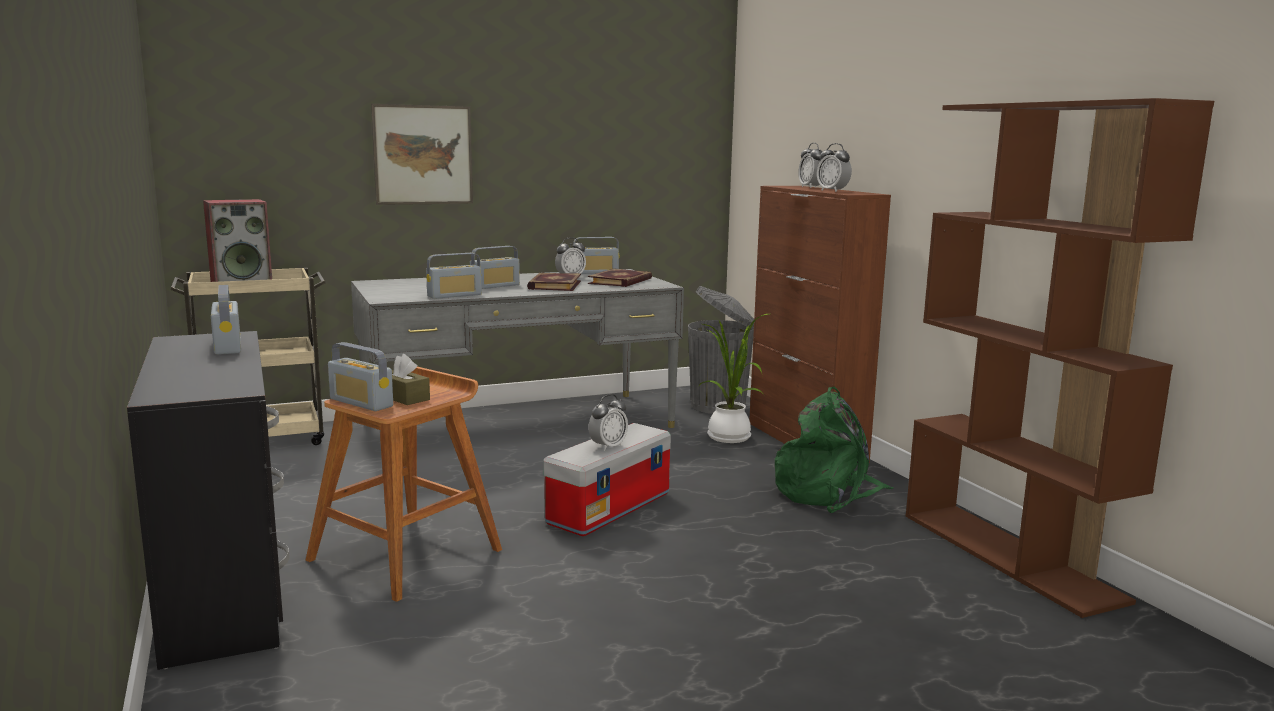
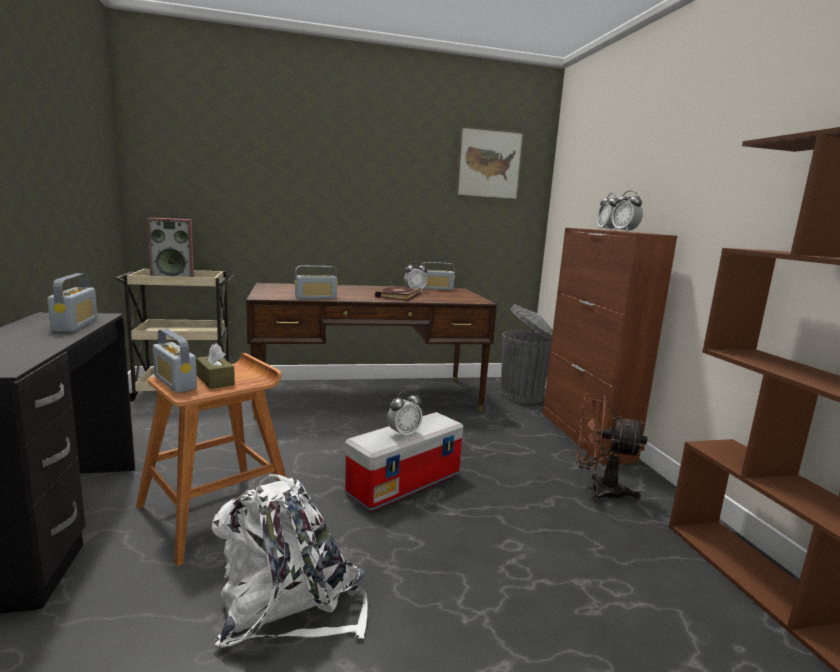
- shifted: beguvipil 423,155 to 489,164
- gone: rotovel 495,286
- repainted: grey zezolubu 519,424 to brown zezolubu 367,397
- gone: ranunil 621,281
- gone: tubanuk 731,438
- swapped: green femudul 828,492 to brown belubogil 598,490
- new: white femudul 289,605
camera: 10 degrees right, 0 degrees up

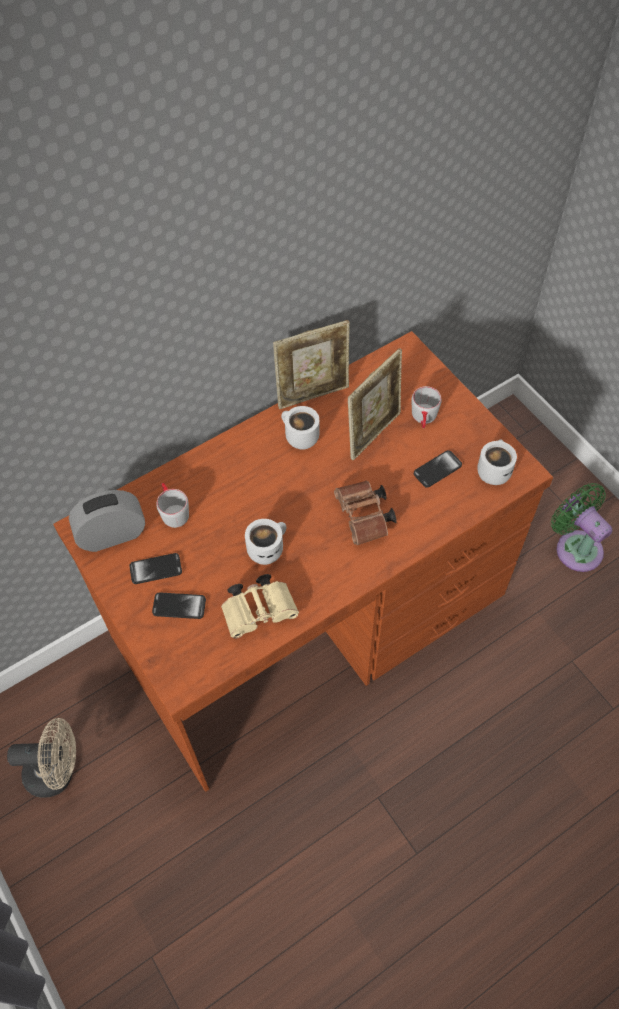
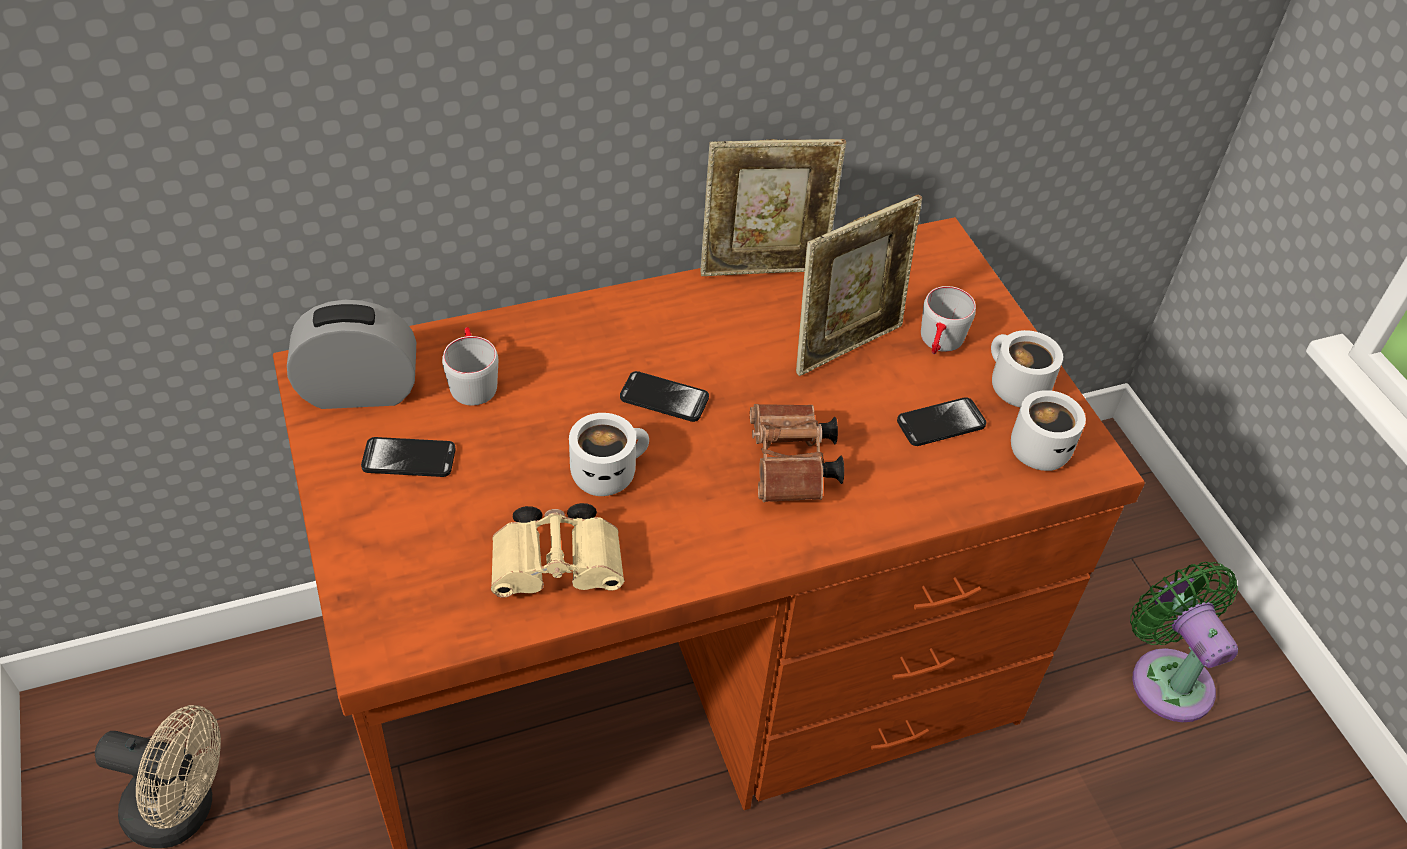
- shifted: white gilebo 299,437 to 1013,387
- shifted: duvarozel 179,606 to 664,398
camera: 10 degrees right, 10 degrees down

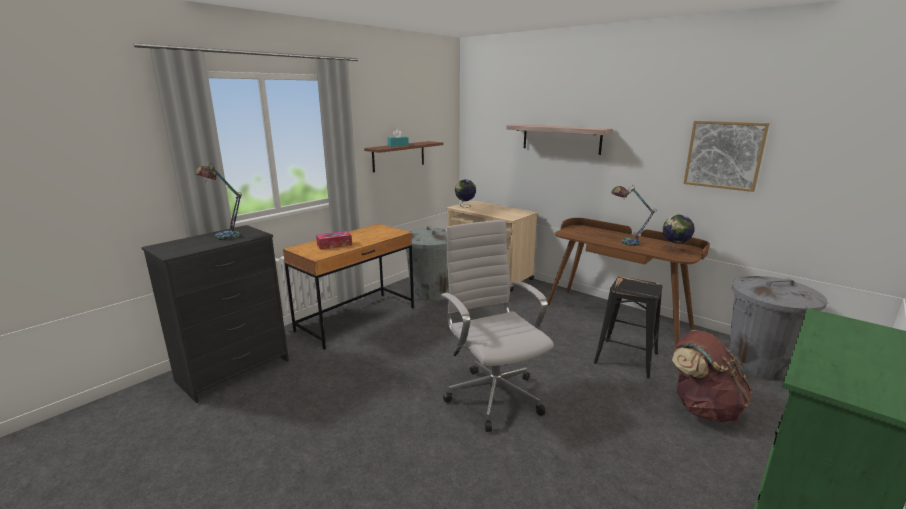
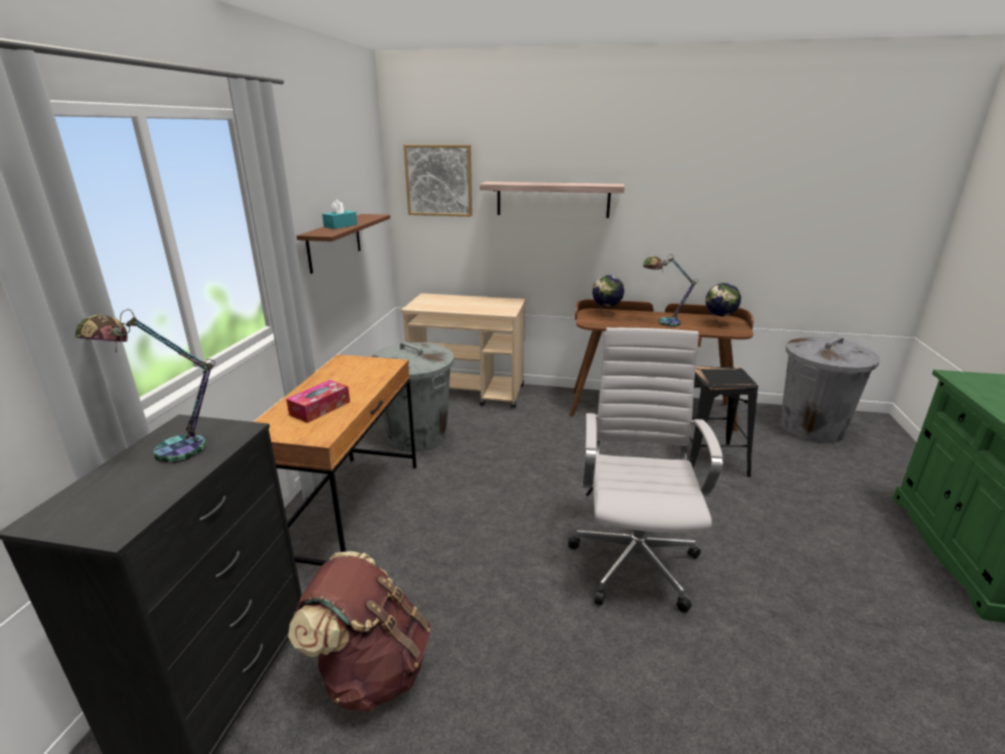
- shifted: beguvipil 724,155 to 439,180
- shifted: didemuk 465,206 to 606,314
- rotated: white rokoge 492,395 = 634,560 60 degrees clockwise
- shifted: brown femudul 702,408 to 371,670
camera: 30 degrees left, 5 degrees up

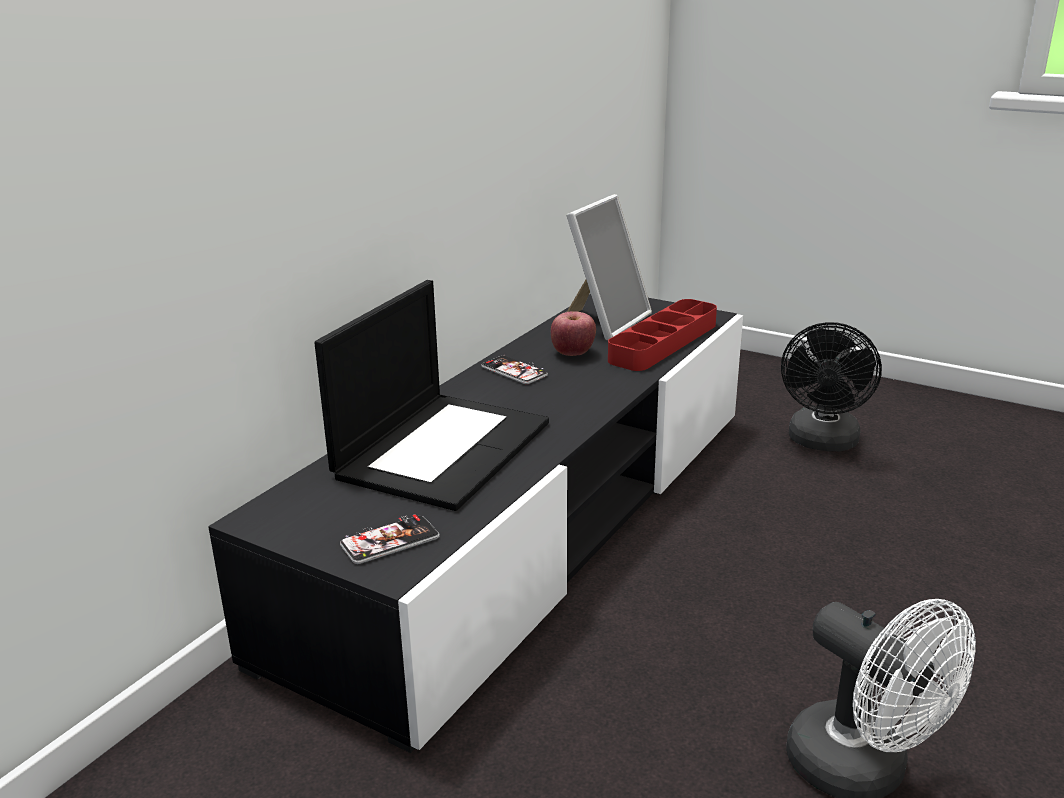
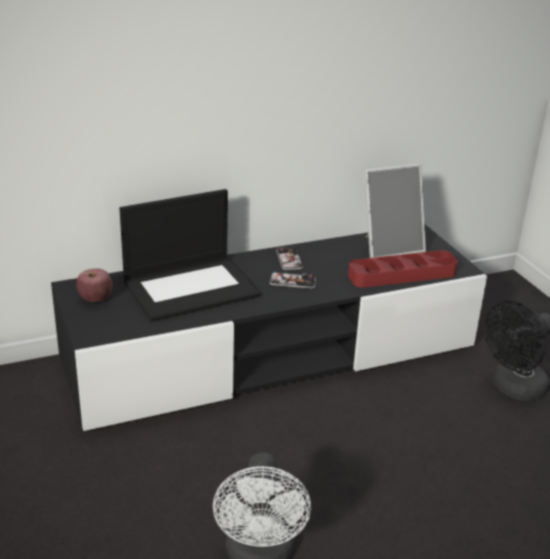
- shifted: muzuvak 573,353 to 96,299
- shifted: duvarozel 390,541 to 292,281
camera: 35 degrees right, 5 degrees up

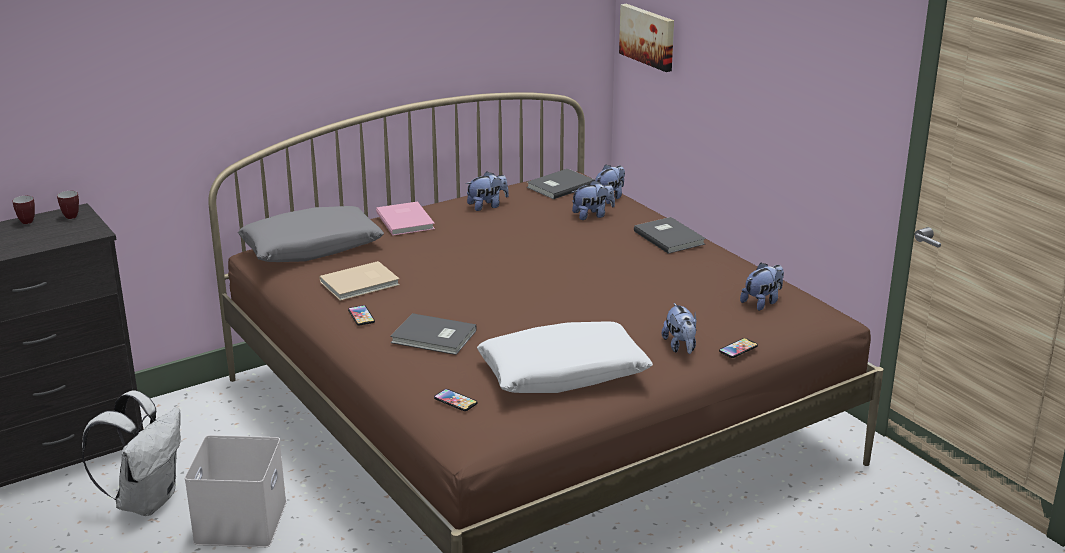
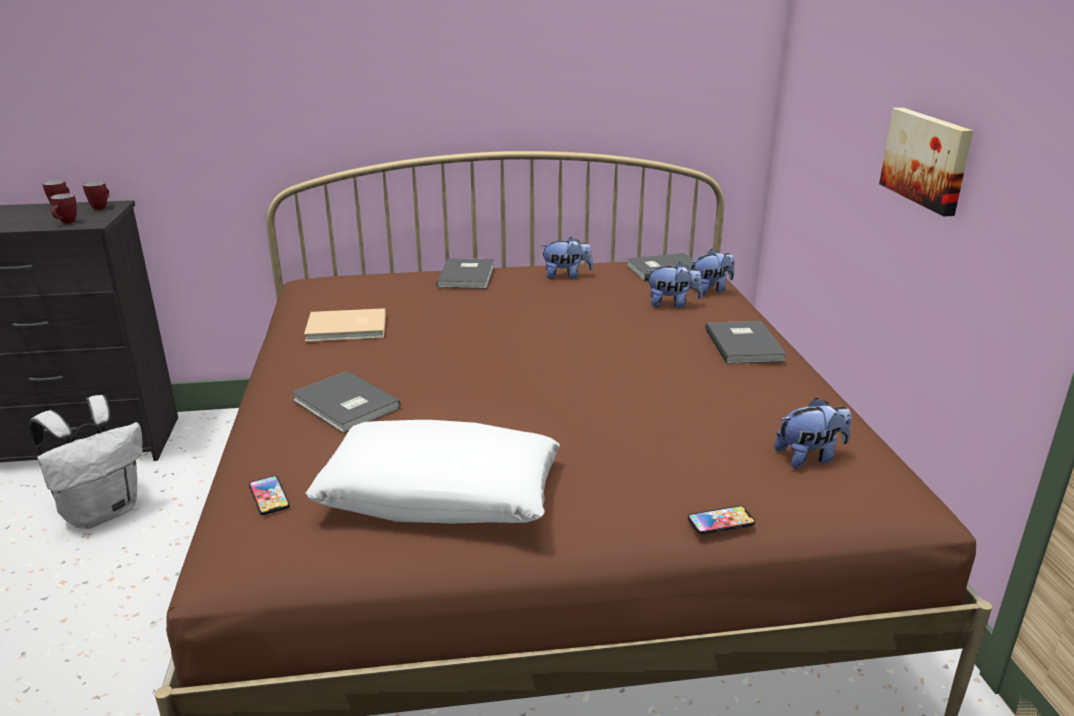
- shifted: beguvipil 648,36 to 927,159
- repainted: pink ranunil 406,220 to grey ranunil 468,275
- gone: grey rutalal 312,248
- gone: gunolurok 680,347
- gone: duvarozel 361,316
- gone: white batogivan 239,521
- new: gilebo 67,223
camera: 25 degrees right, 0 degrees up

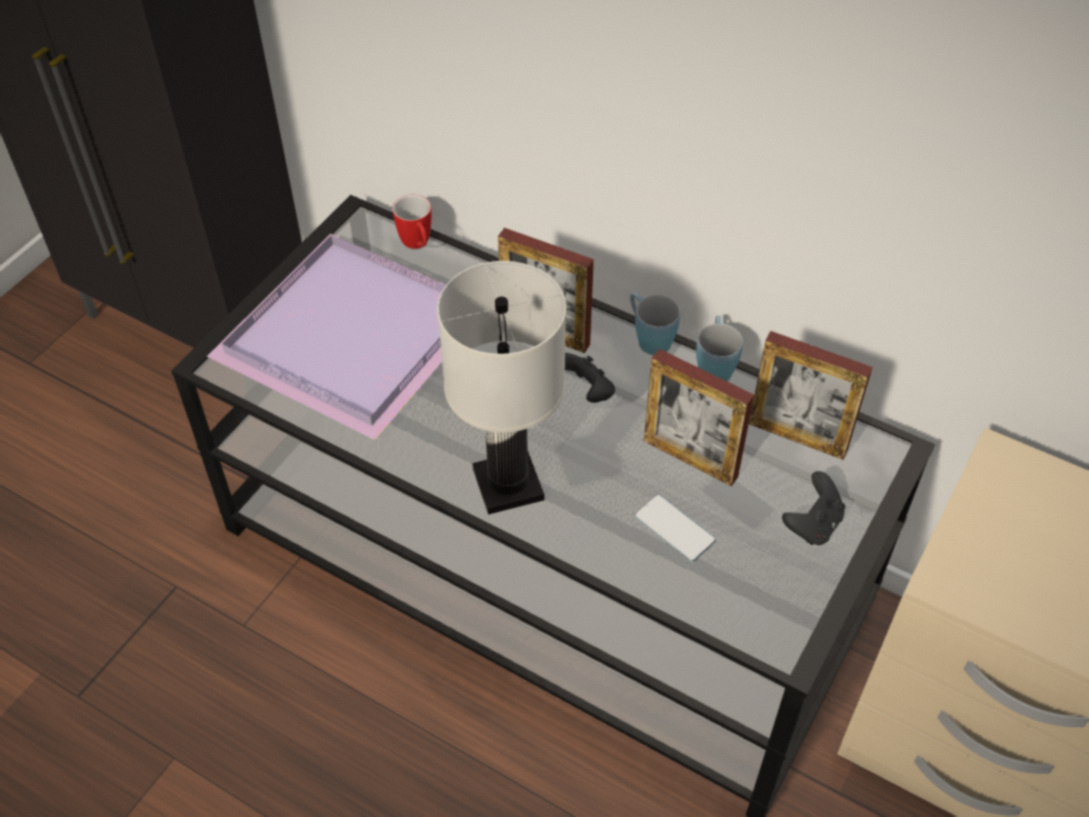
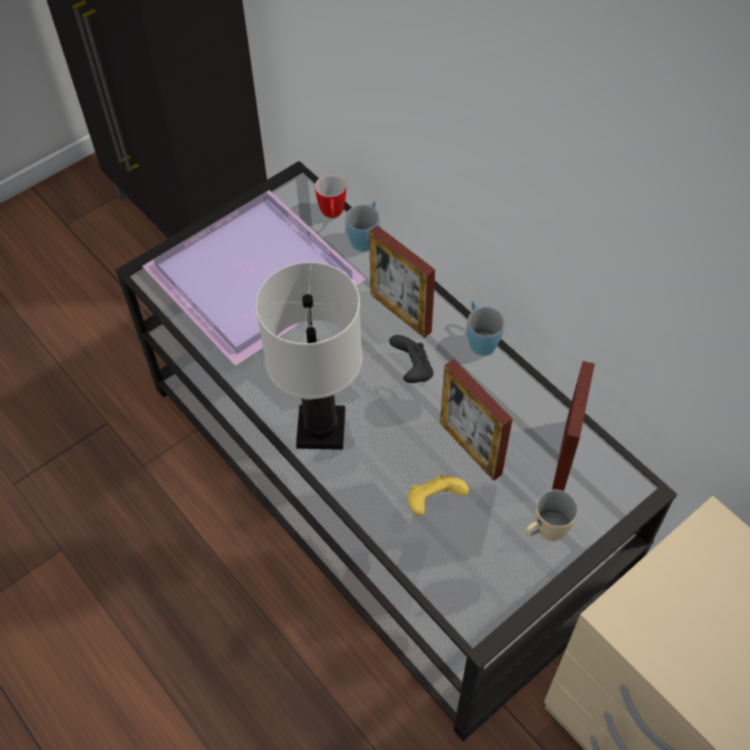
- shifted: blue gilebo 714,365 to 365,237
- rotated: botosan 797,437 = 565,455 120 degrees counterclockwise
- swapped: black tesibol 812,524 to beige gilebo 545,531
- swapped: duvarozel 674,528 to yellow tesibol 434,502
camera: 20 degrees right, 5 degrees up

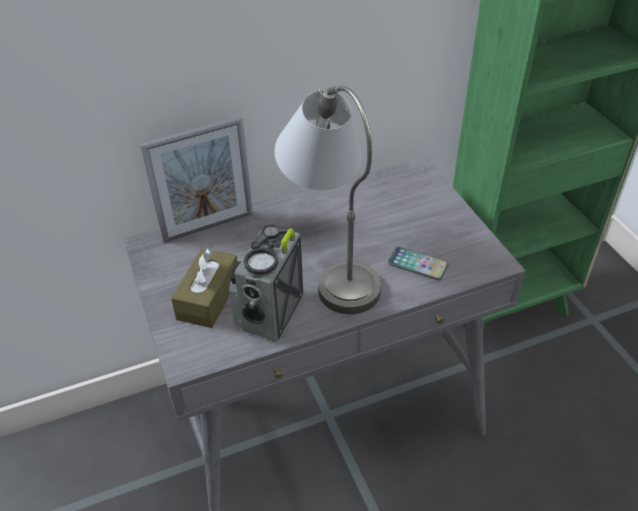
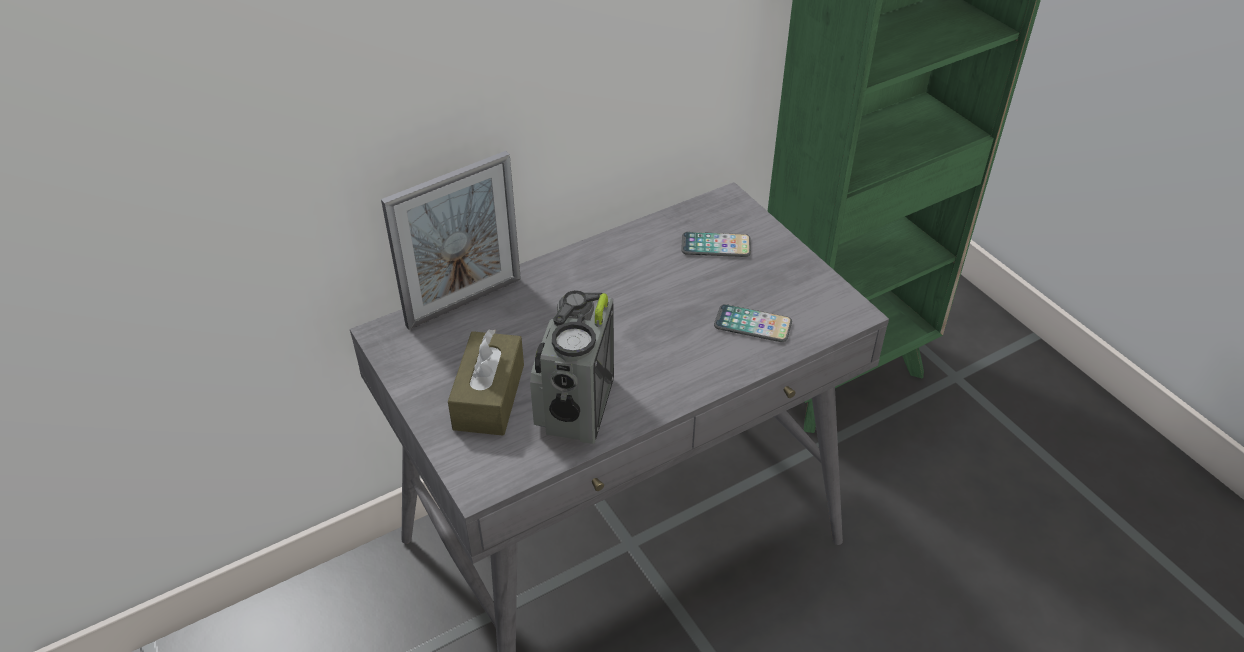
- gone: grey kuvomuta 332,262
- new: duvarozel 716,246
camera: 10 degrees left, 0 degrees up

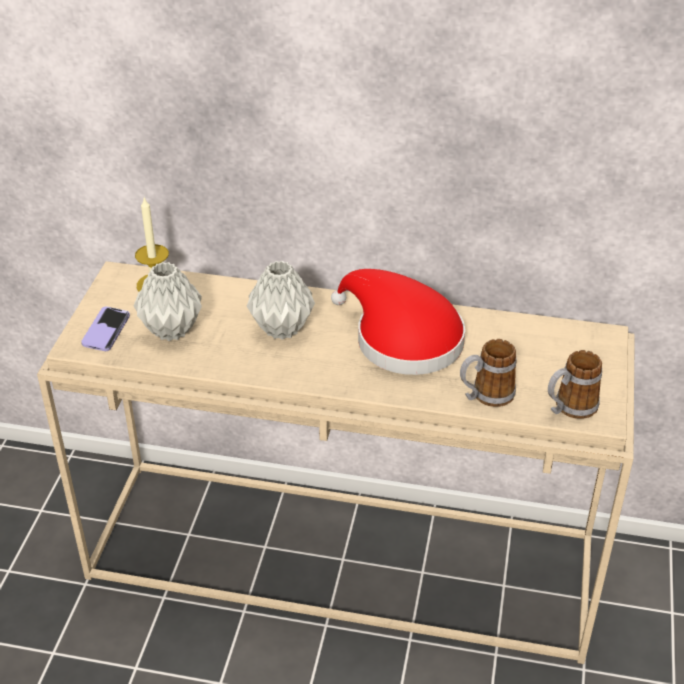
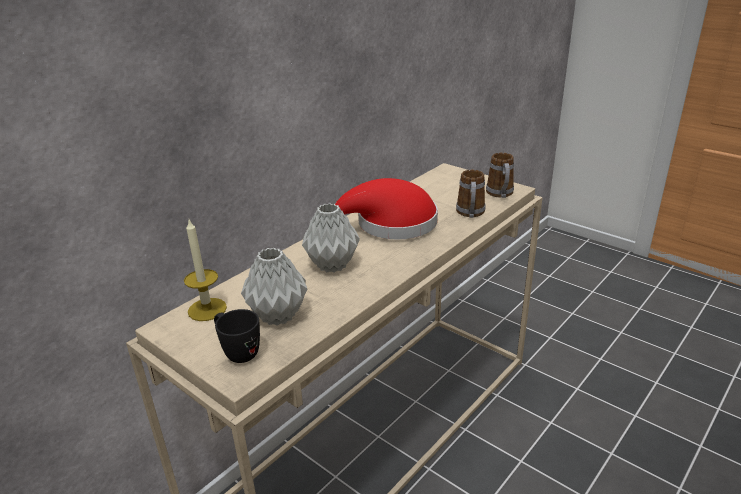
- swapped: duvarozel 106,330 to black gilebo 237,352
camera: 60 degrees left, 10 degrees down

